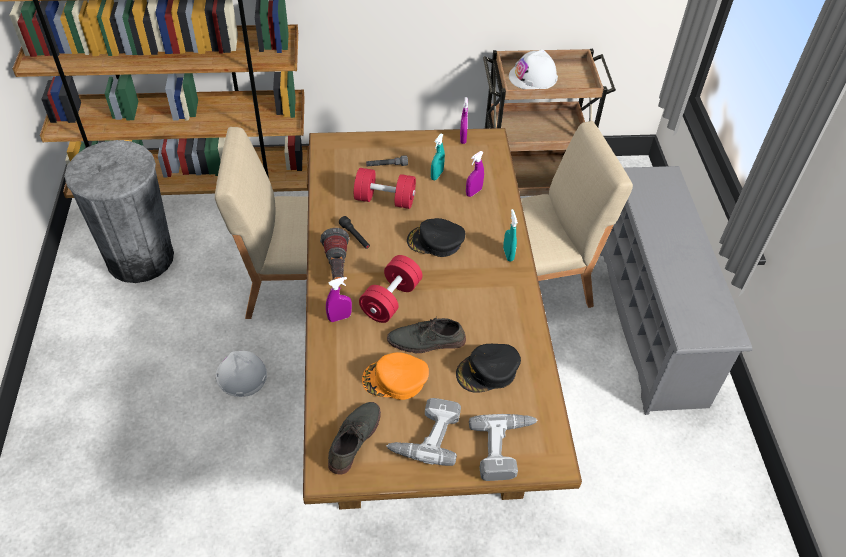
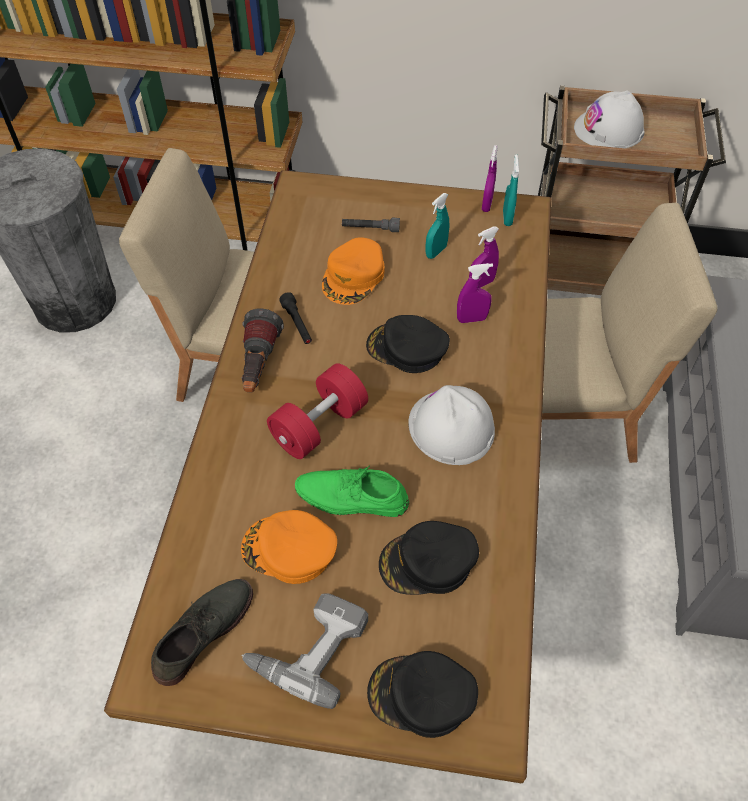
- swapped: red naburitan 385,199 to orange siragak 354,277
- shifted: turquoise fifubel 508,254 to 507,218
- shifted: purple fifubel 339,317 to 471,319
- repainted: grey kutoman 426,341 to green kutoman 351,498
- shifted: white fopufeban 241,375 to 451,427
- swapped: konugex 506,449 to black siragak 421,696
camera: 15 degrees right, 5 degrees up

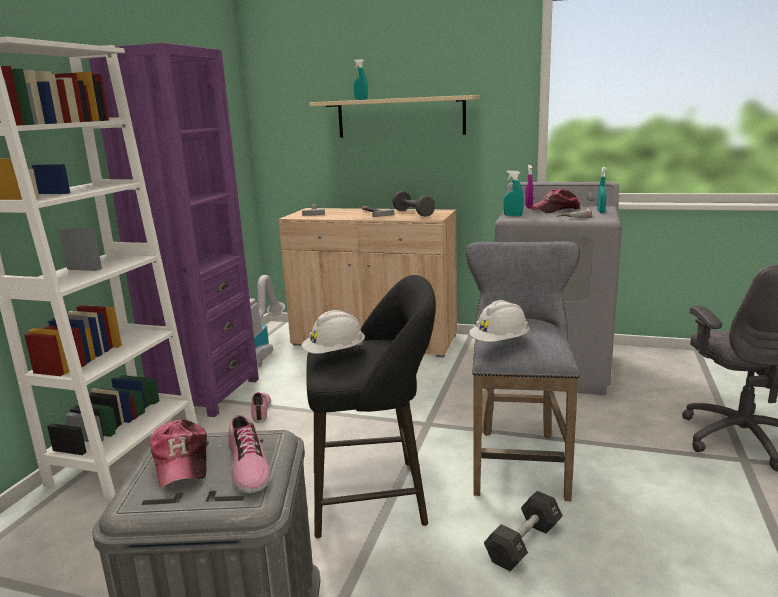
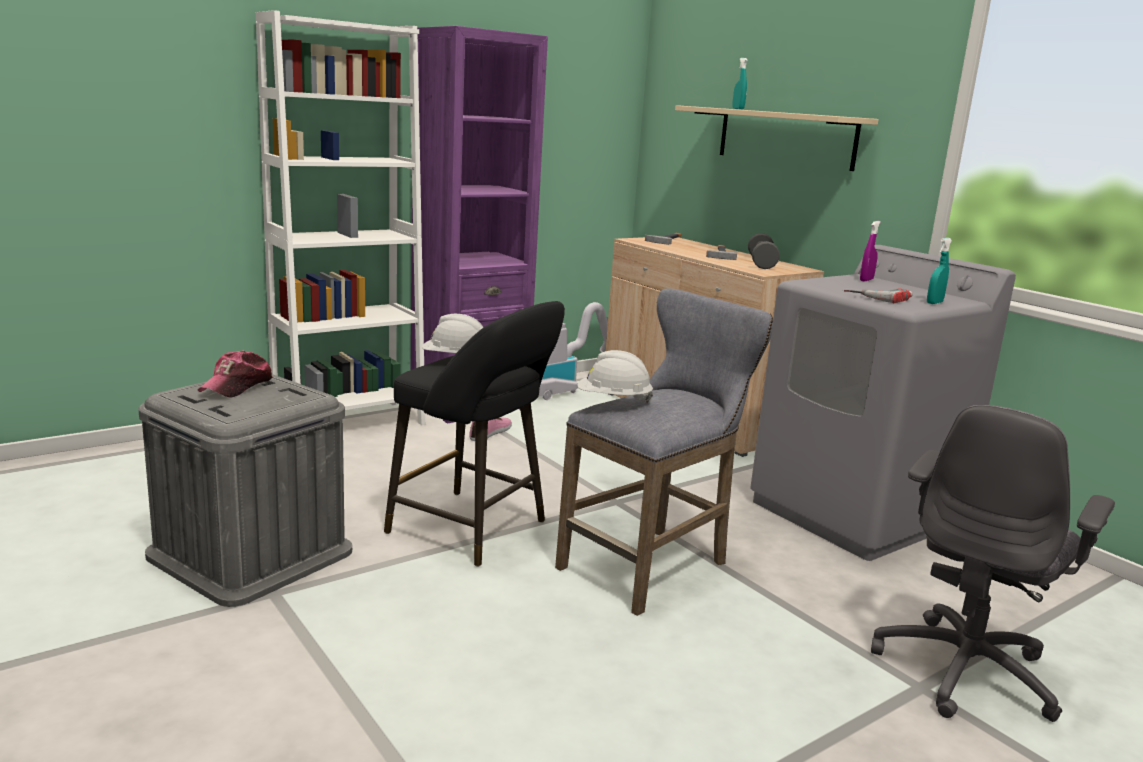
- gone: turquoise fifubel 513,215
- gone: siragak 555,210
- gone: kutoman 246,466
- gone: black naburitan 523,543
camera: 35 degrees right, 0 degrees up

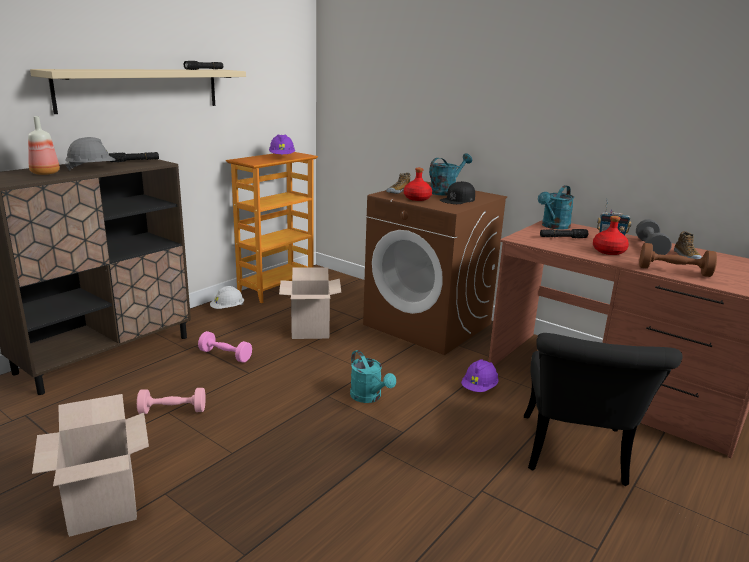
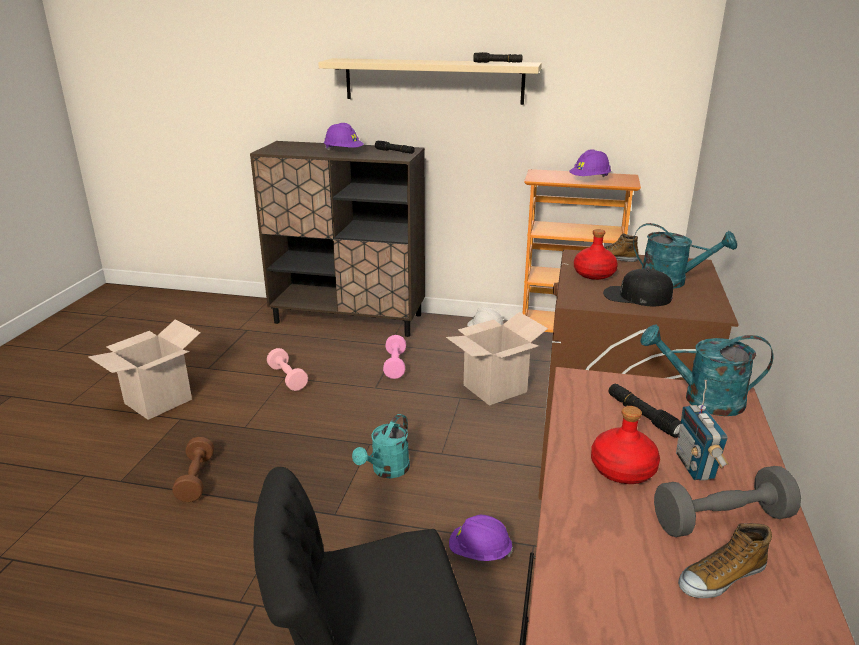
- gone: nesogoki 44,173
- repainted: grey fopufeban 92,169 to purple fopufeban 343,152
- shifted: brown naburitan 674,271 to 196,479
camera: 65 degrees right, 5 degrees up

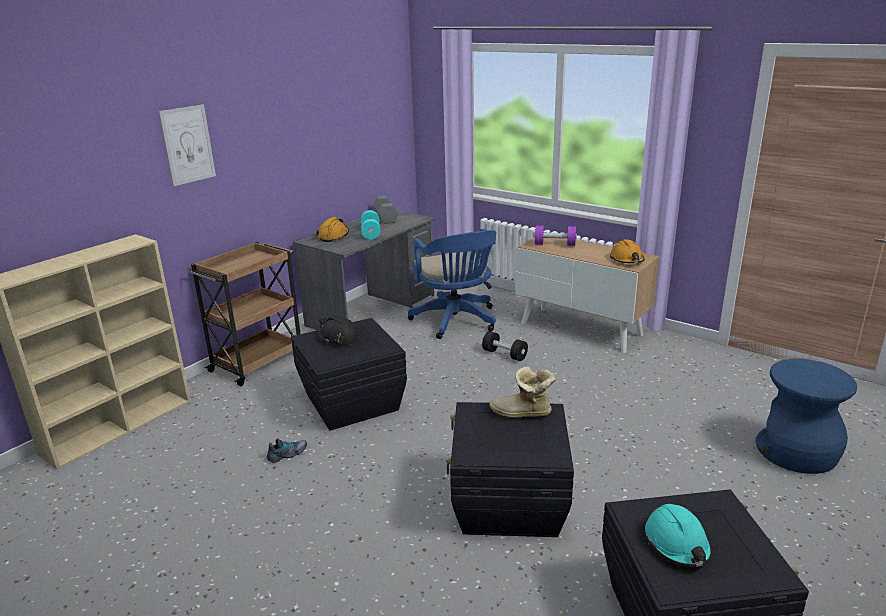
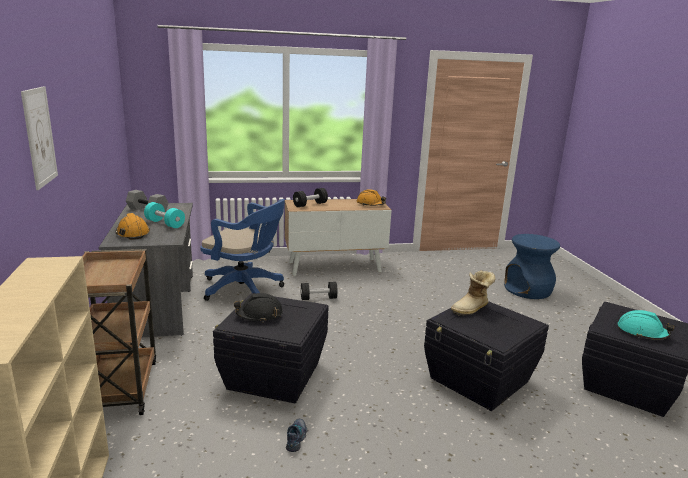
- repainted: purple naburitan 554,244 to black naburitan 310,204
camera: 50 degrees left, 5 degrees down

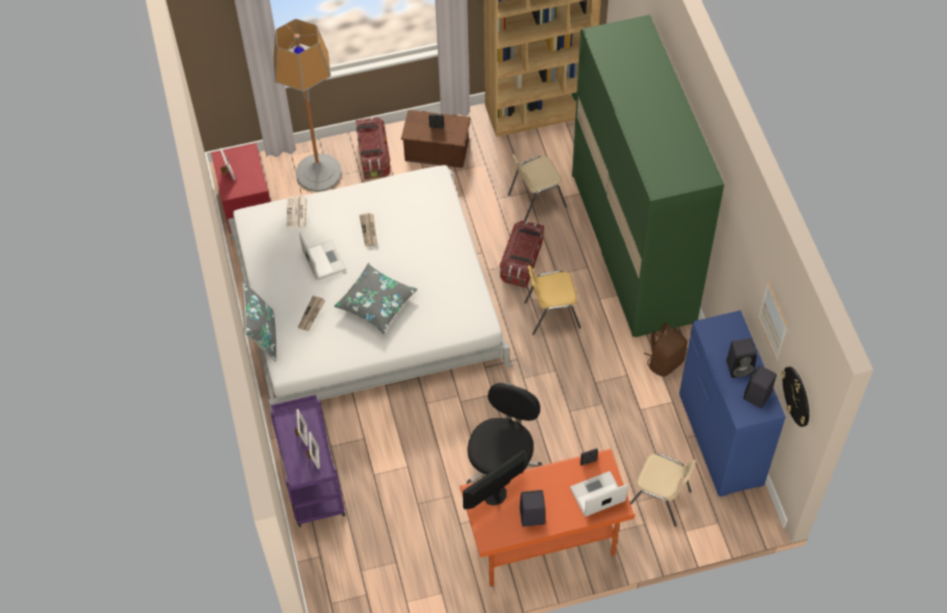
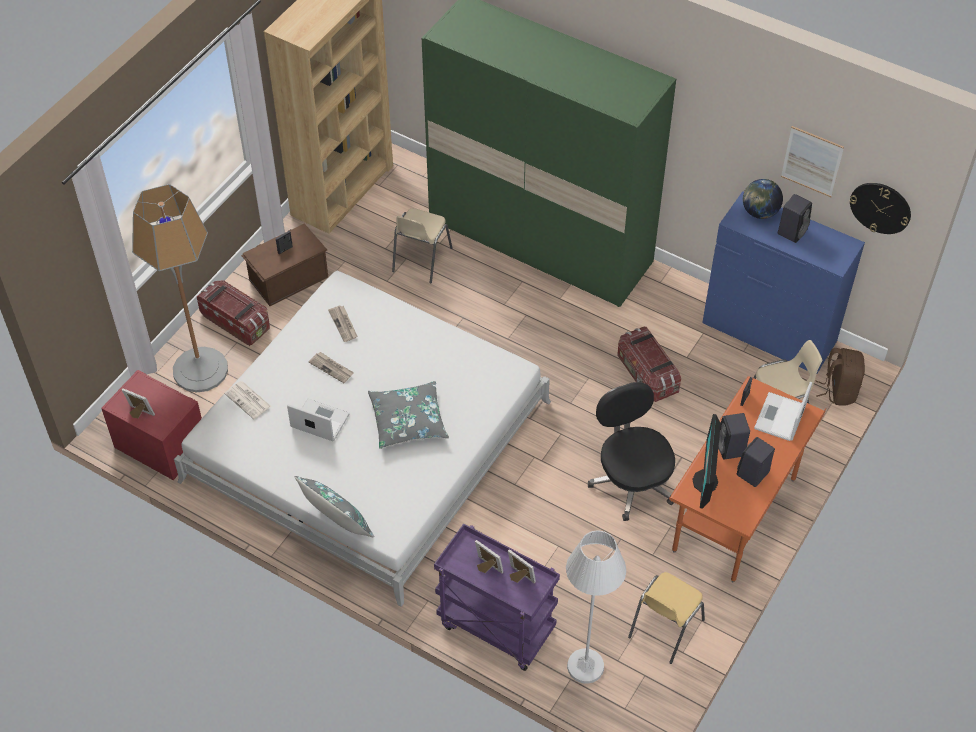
- shifted: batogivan 521,261 to 646,375
- shifted: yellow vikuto 551,314 to 664,629
- shifted: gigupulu 311,314 to 343,324
- shifted: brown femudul 664,362 to 838,391
- shifted: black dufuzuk 757,396 to 731,449
- new: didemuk 759,212
- new: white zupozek 585,666
camera: 45 degrees left, 5 degrees down

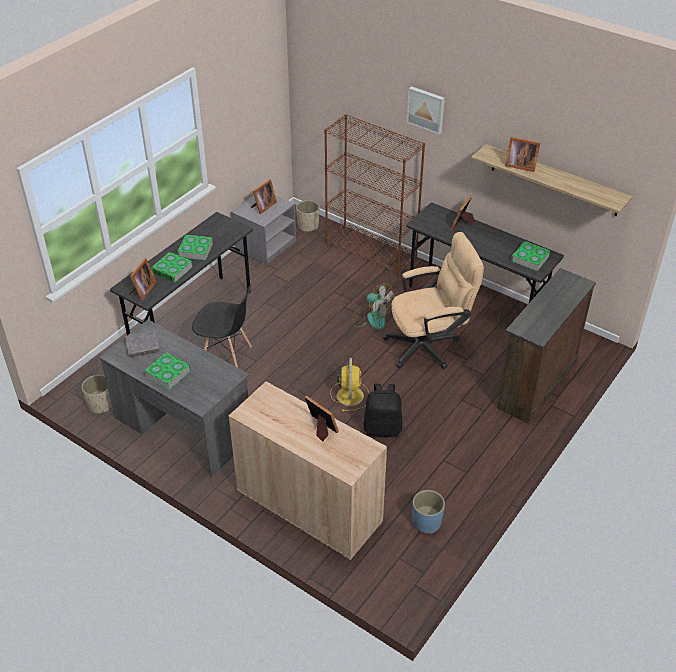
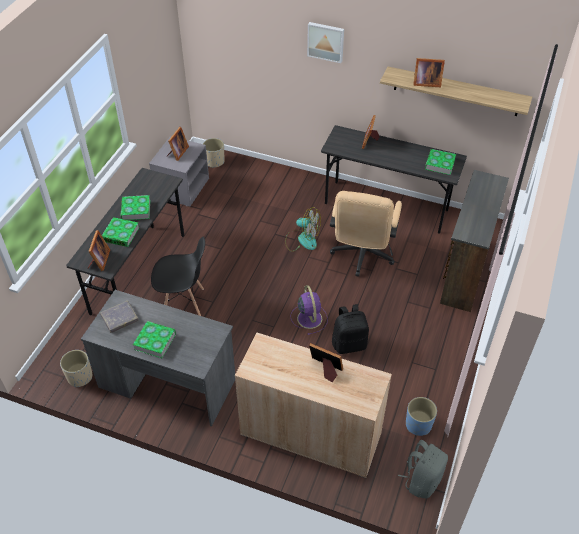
- gone: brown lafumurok 371,251
- rotated: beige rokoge 429,346 = 361,256 135 degrees clockwise
- repainted: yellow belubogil 350,395 to purple belubogil 309,317
- new: grey femudul 422,480
camera: 15 degrees left, 5 degrees up

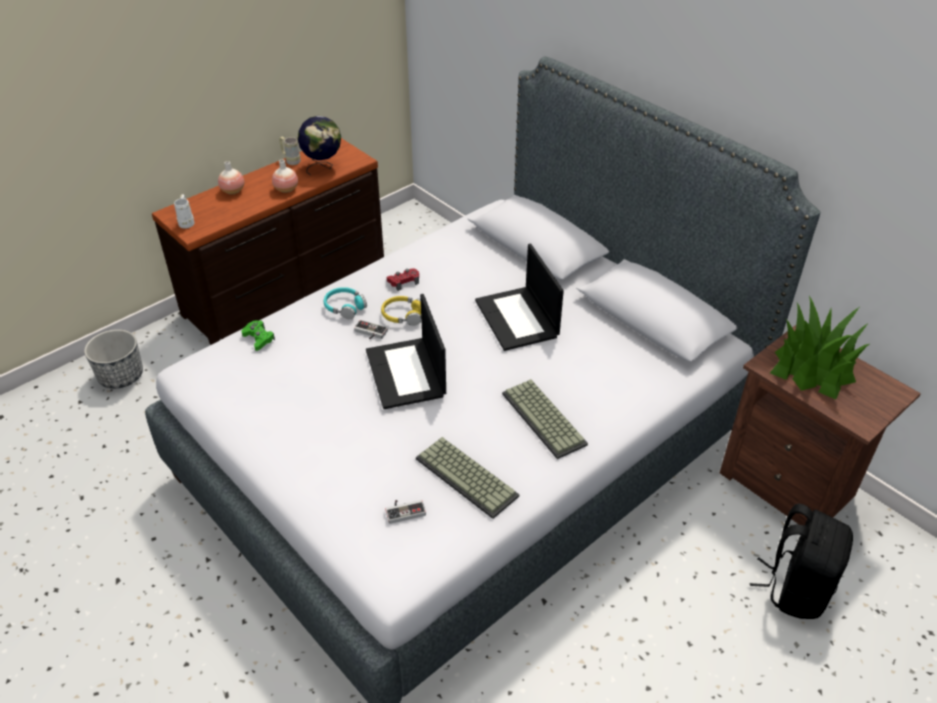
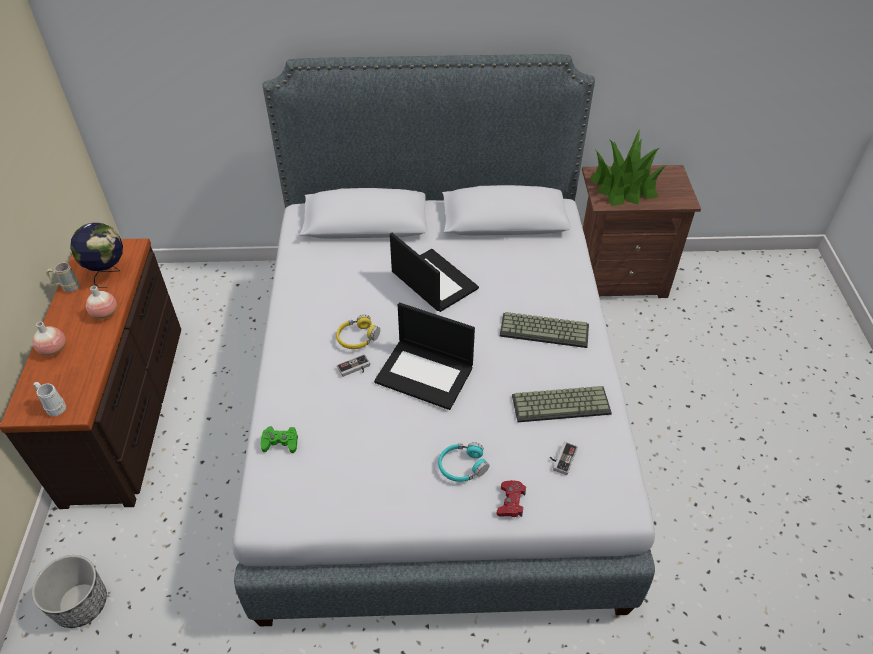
- rotated: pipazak 518,319 = 433,281 150 degrees counterclockwise
- shifted: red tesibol 404,281 to 511,502
- shifted: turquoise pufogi 345,307 to 462,466
- gone: black femudul 795,588
camera: 50 degrees left, 5 degrees up

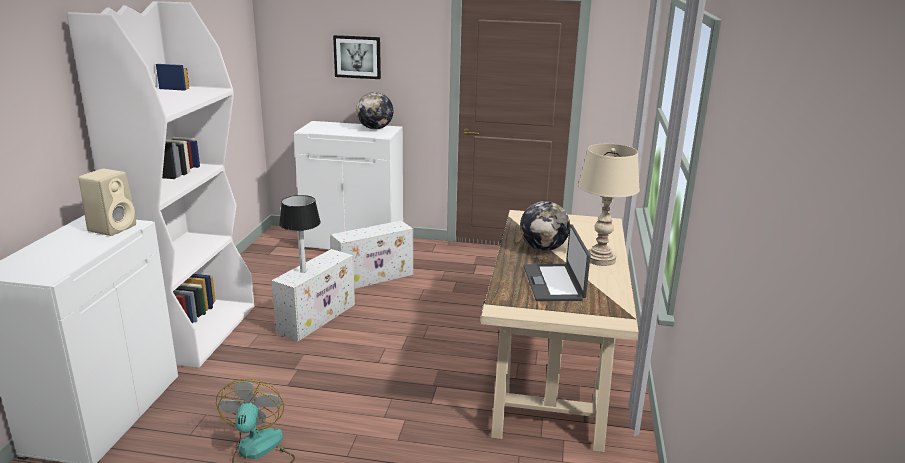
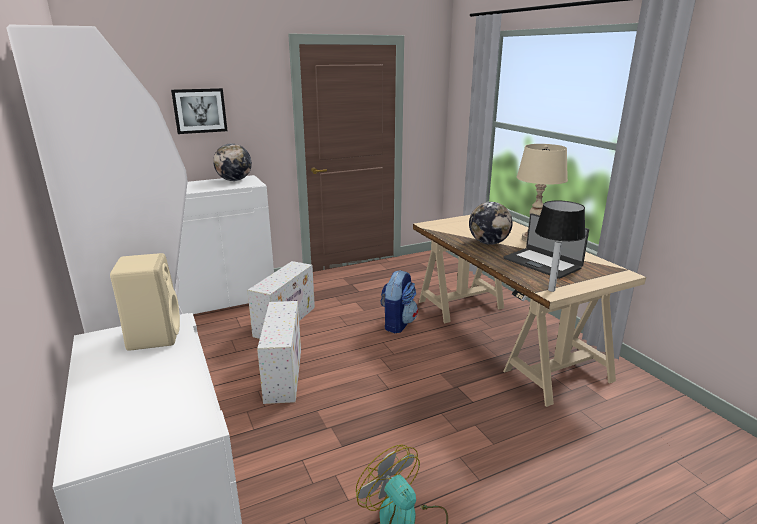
- shifted: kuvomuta 303,271 to 552,290
- new: femudul 397,323
camera: 35 degrees left, 0 degrees up

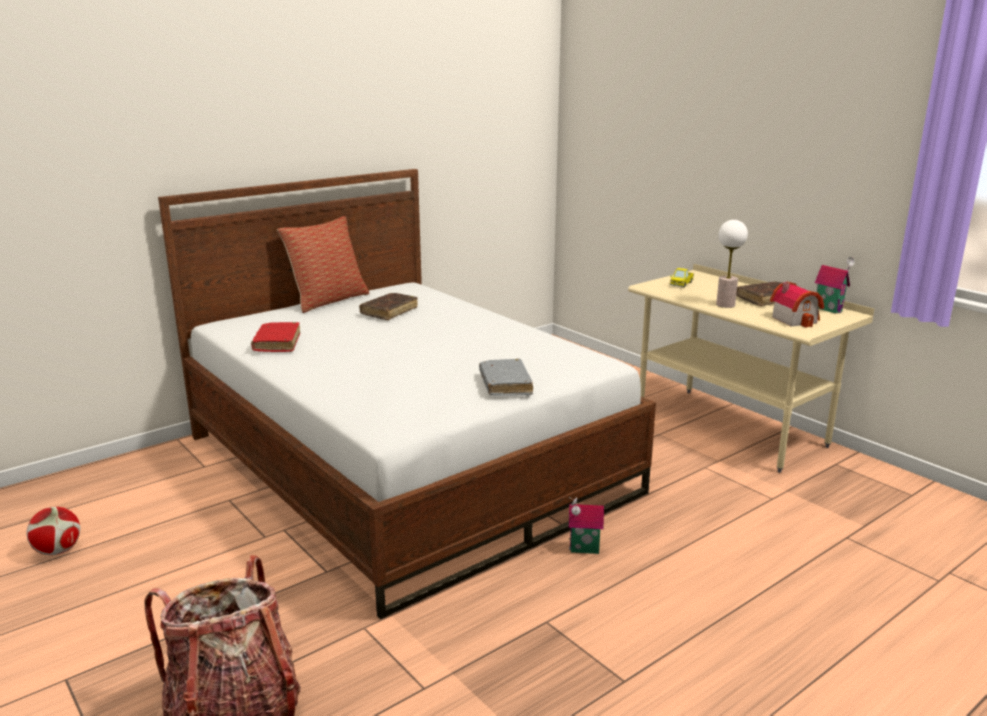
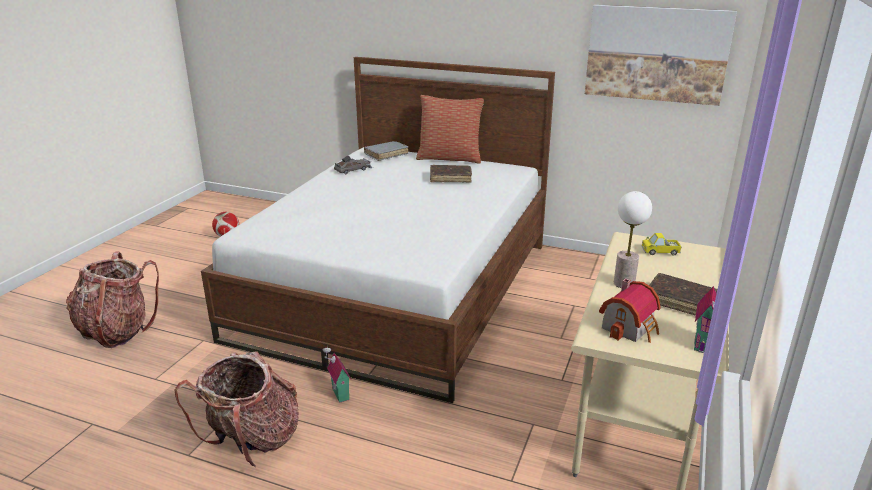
- swapped: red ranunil 277,343 to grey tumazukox 353,170
- shifted: grey ranunil 505,384 to 386,155
- new: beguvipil 656,54
- new: femudul 252,441
camera: 60 degrees right, 5 degrees up

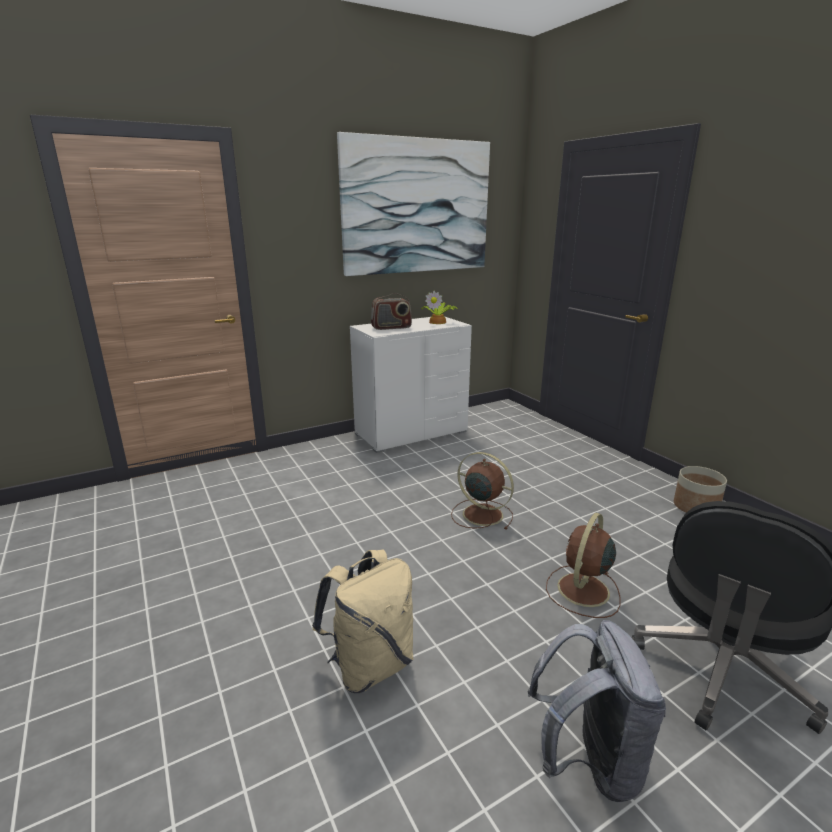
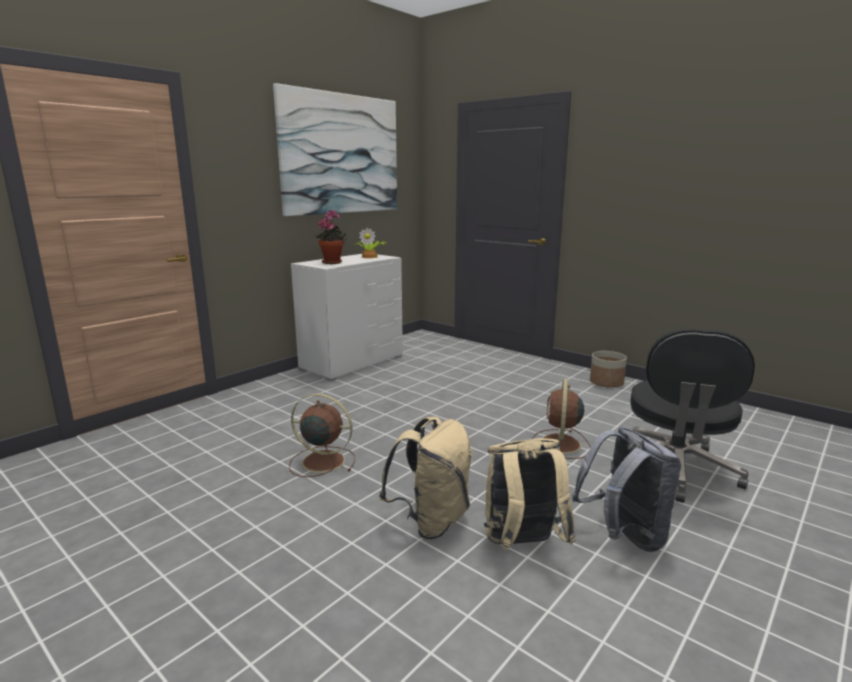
- swapped: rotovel 391,327 to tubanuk 333,262
- shifted: brown belubogil 481,514 to 321,461
- new: beige femudul 522,545
camera: 20 degrees left, 5 degrees down

